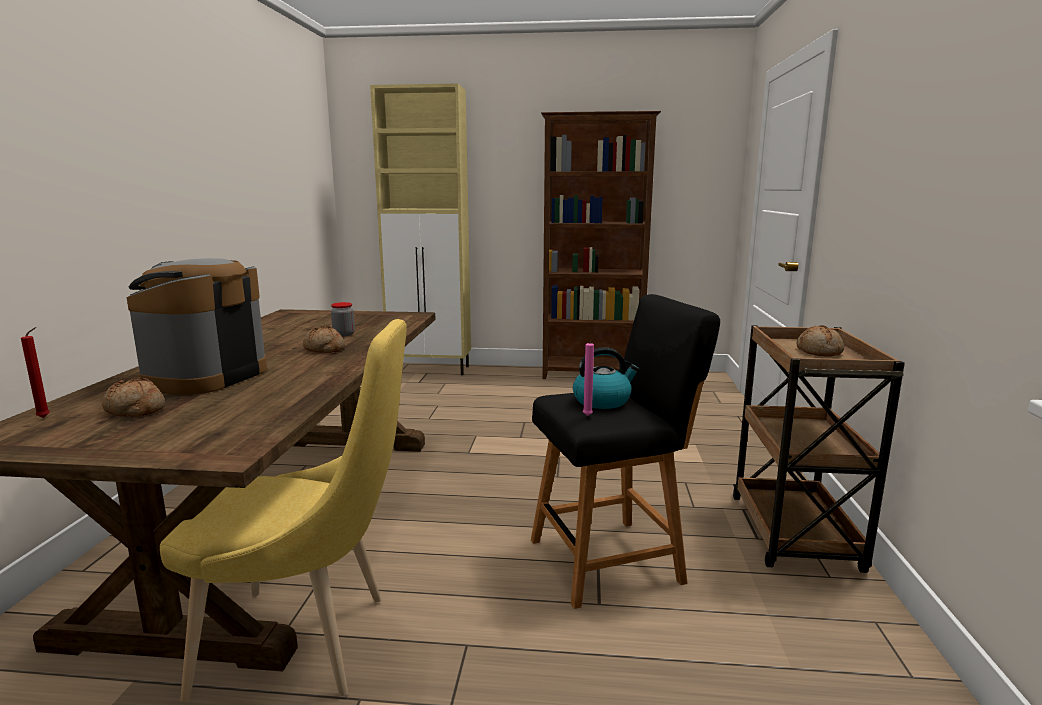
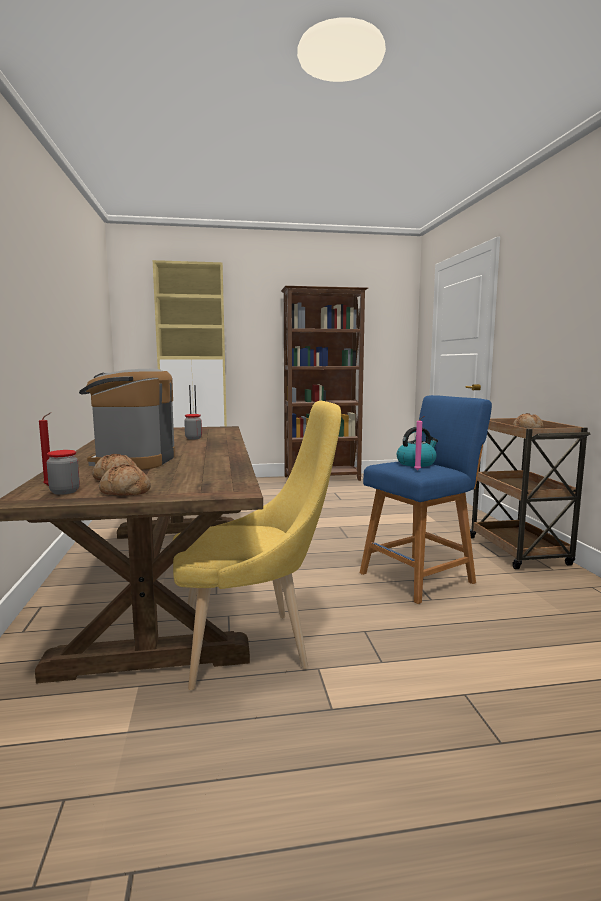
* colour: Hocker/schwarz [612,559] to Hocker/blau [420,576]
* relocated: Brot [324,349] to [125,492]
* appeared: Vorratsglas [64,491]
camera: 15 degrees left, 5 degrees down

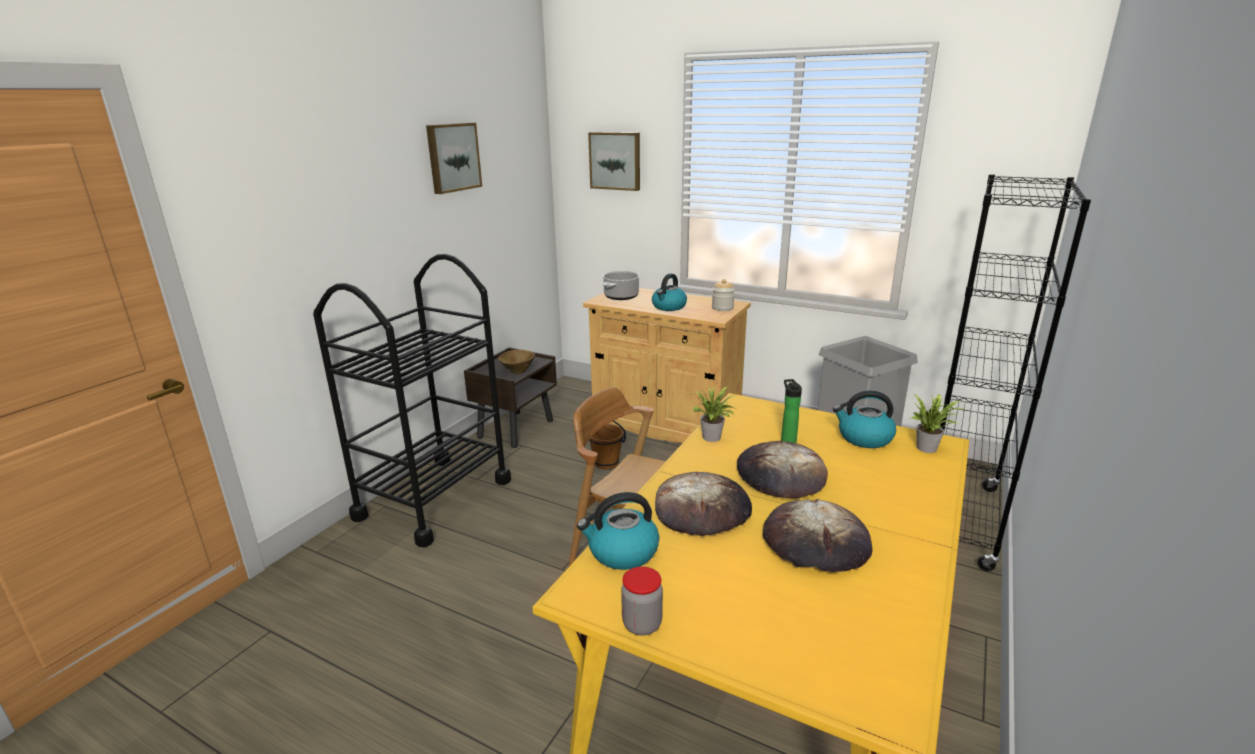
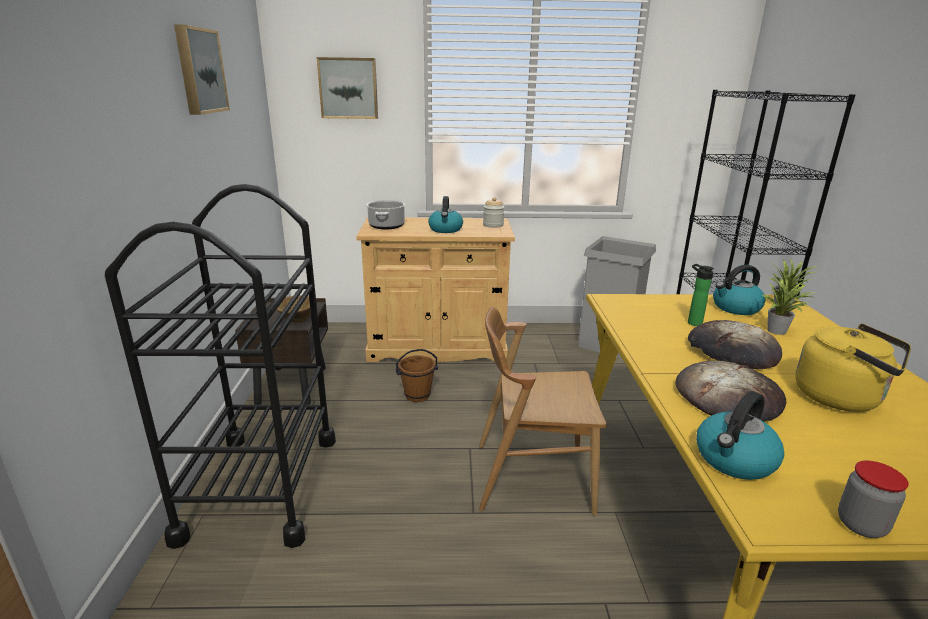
* relocated: Topfpflanze [712,438] to [779,331]
* exchanged: Brot [815,542] to Wasserkessel/gelb [842,398]
camera: 30 degrees left, 0 degrees up

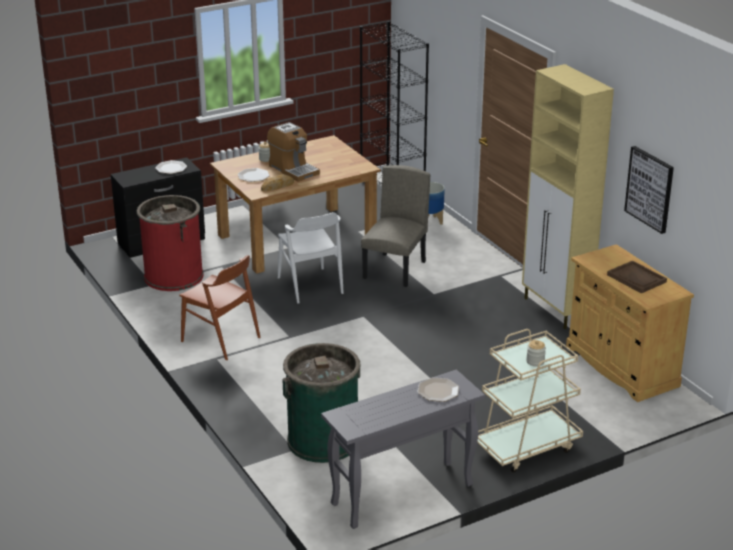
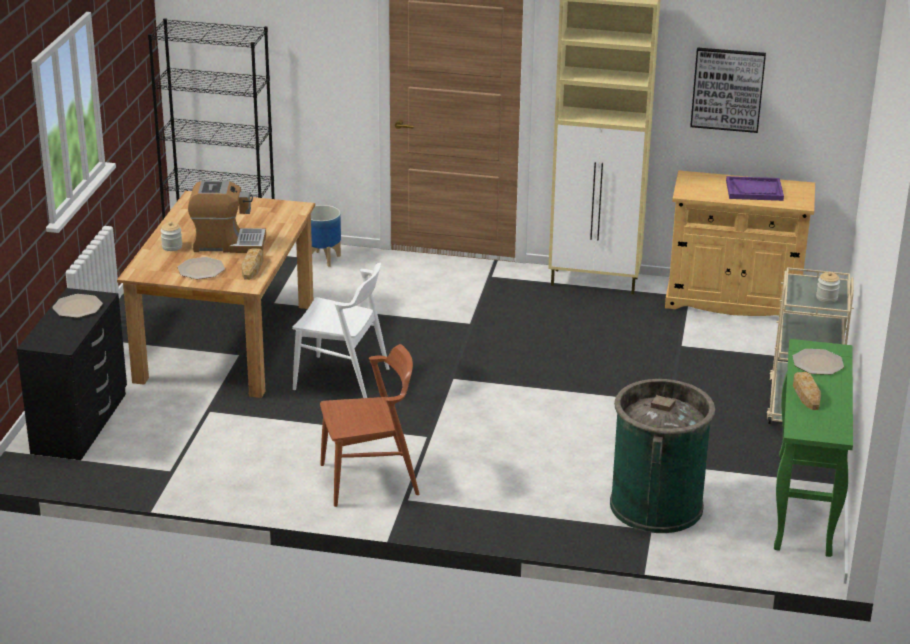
* missing: Stuhl/beige [395,270]
* missing: Mülleimer/rot [173,276]
* colour: Tablett/braun [636,278] to Tablett/lila [754,190]
* colour: Konsolentisch/grau [401,495] to Konsolentisch/grün [805,505]
* appeared: Brot [806,394]
camera: 50 degrees left, 0 degrees up

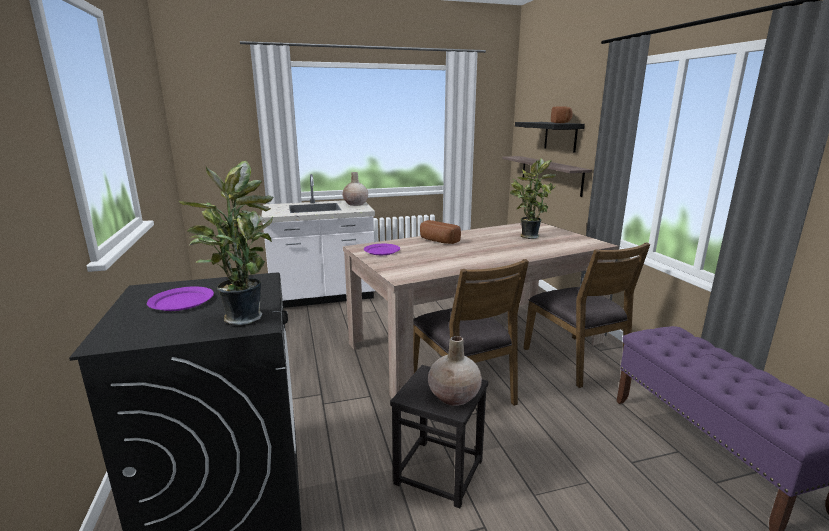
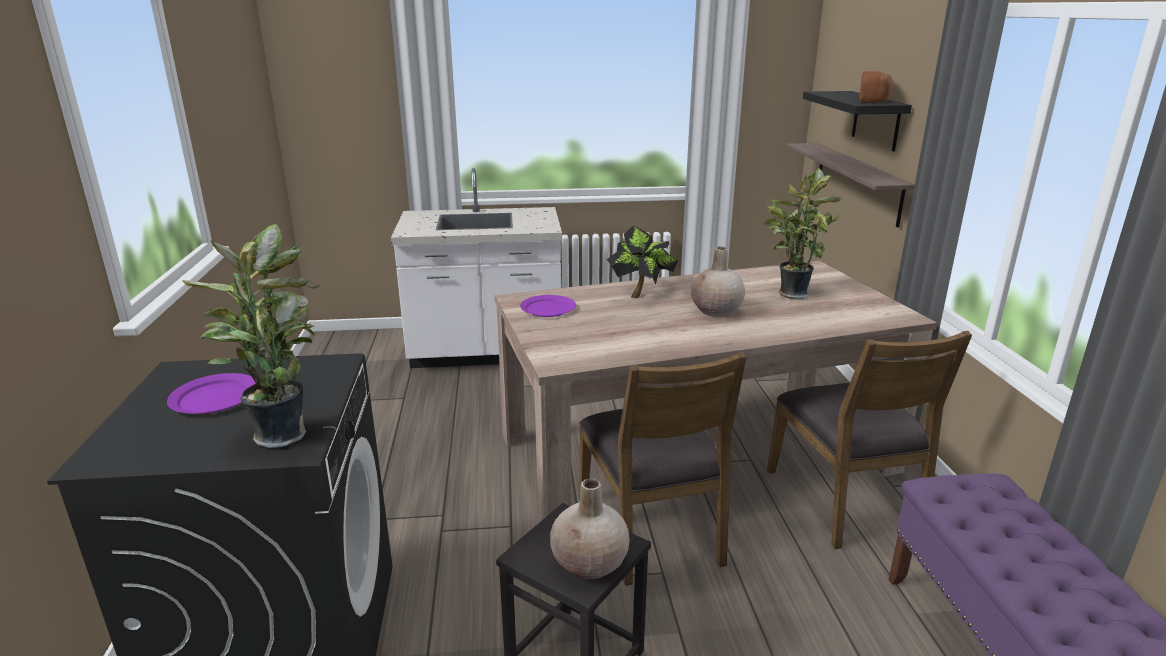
* relocated: Vase/beige [355,204] to [716,311]
* exchanged: Brot [437,241] to Topfpflanze [641,294]
camera: 10 degrees right, 5 degrees up

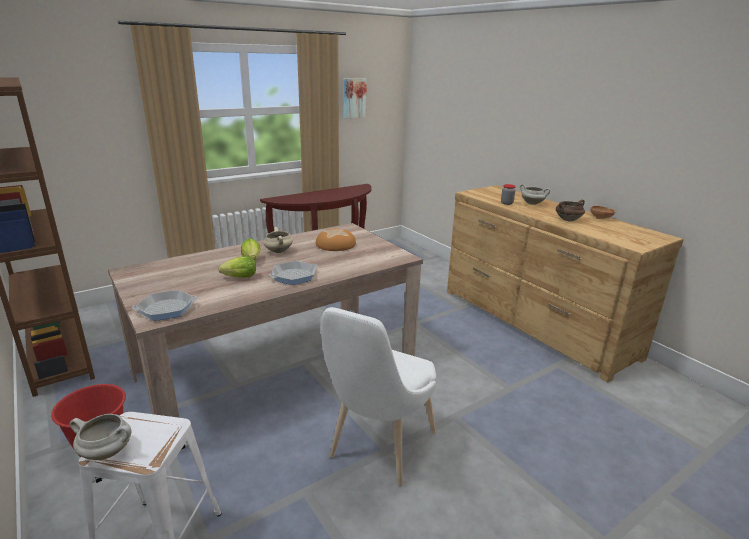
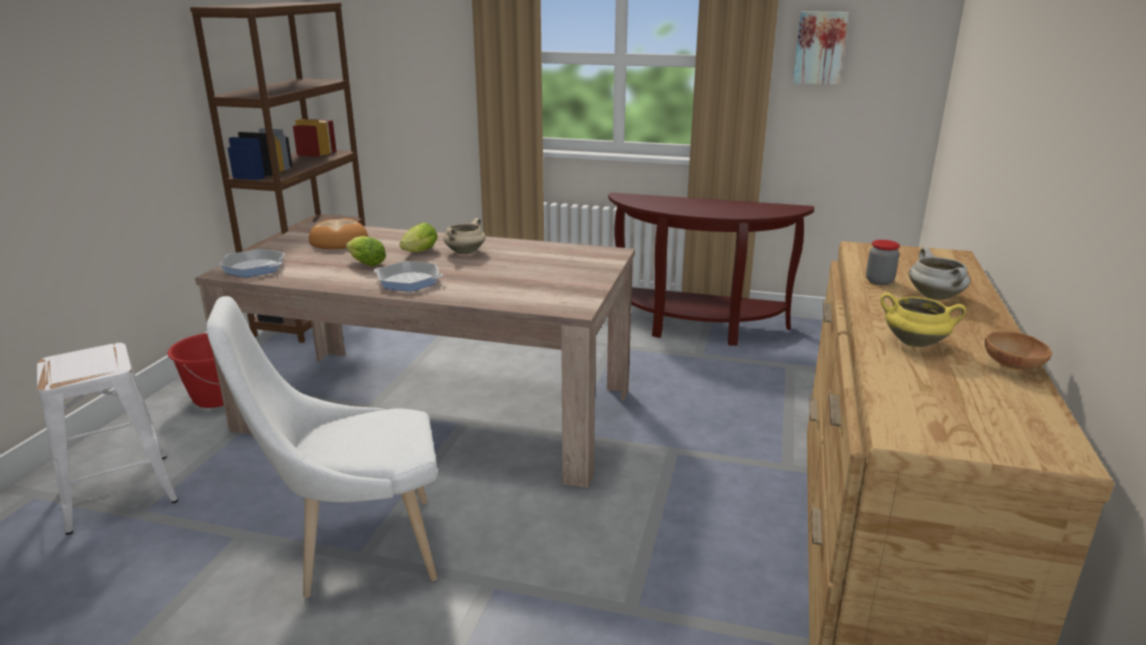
* colour: Kochtopf/braun [568,220] to Kochtopf/gelb [915,342]
* relocated: Brot [336,244] to [339,241]
* missing: Kochtopf/weiß [108,451]
camera: 50 degrees right, 0 degrees up

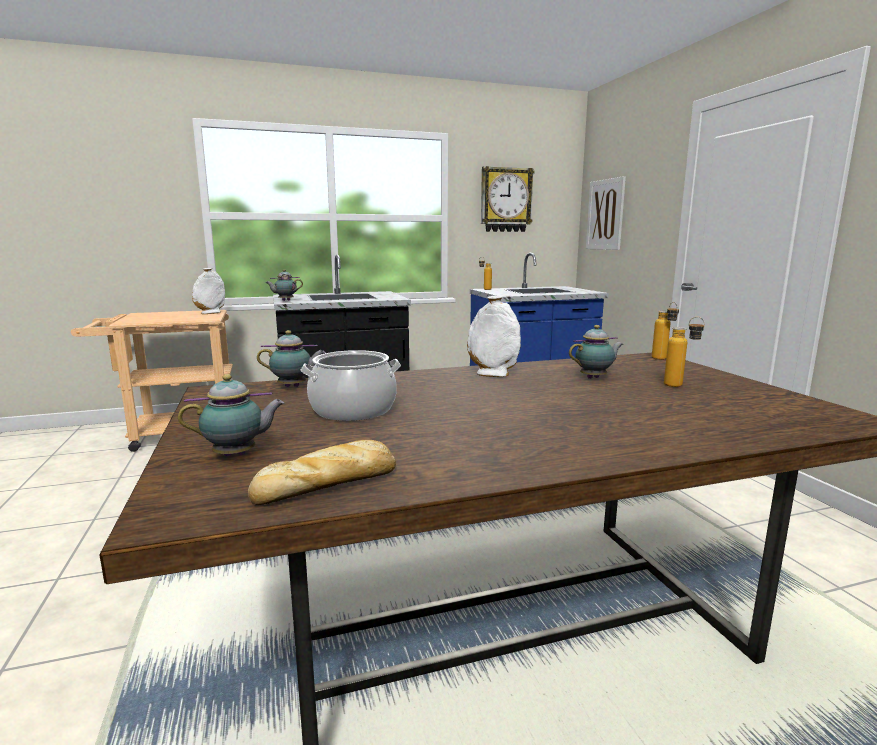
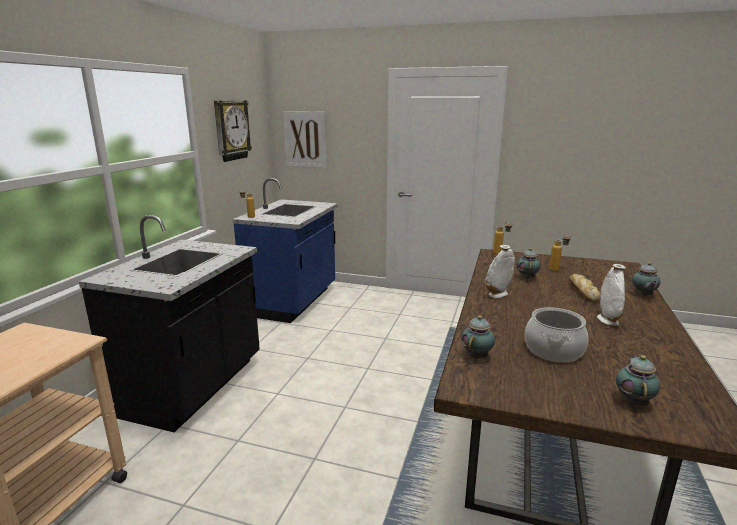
* relocated: Vase/weiß [211,313] to [607,321]
* relocated: Teekanne [285,300] to [643,295]
* relocated: Brot [329,483] to [582,291]
camera: 55 degrees left, 5 degrees up

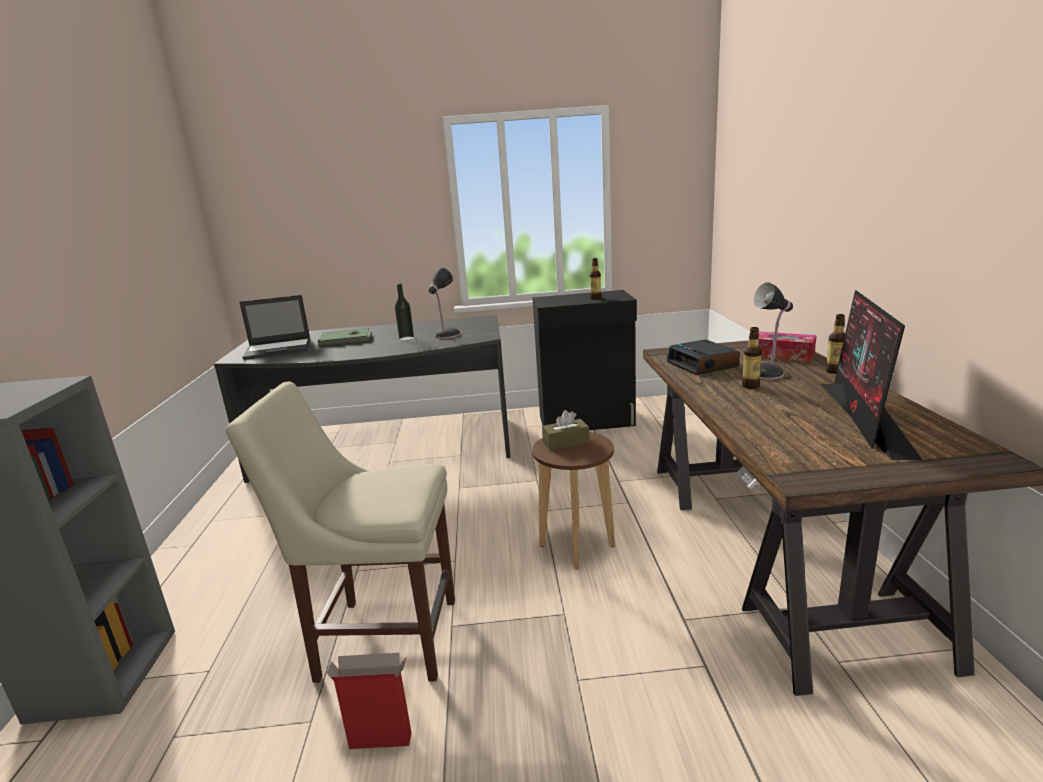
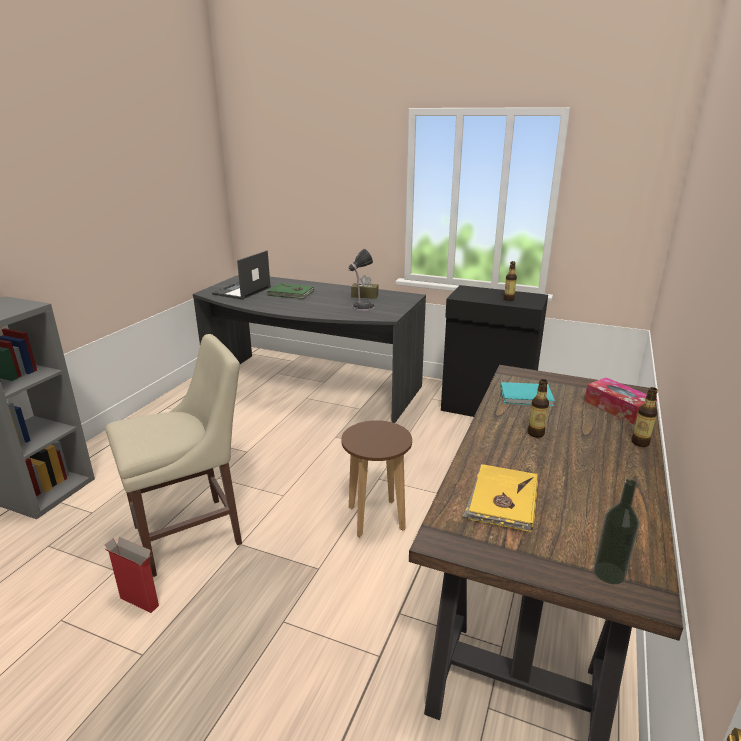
* missing: Tischlampe [767,373]
* relocated: Flasche [406,338] to [609,573]
* missing: Monitor [863,417]
* spun: Laptop [279,349] = [242,291] 105 degrees clockwise
* exchanged: Wecker [703,364] to Buch/türkis [527,397]
* spun: Stuhl/beige [381,637] = [193,533] 120 degrees clockwise
* relocated: Taschentuchbox/braun [566,443] to [364,296]
* appeared: Buch/gelb [502,500]
camera: 25 degrees right, 5 degrees up

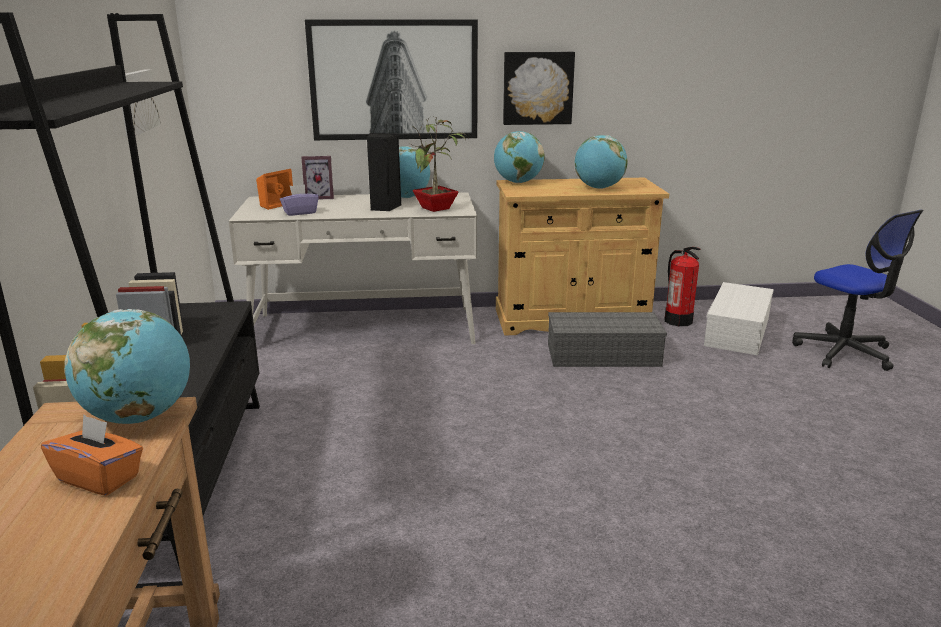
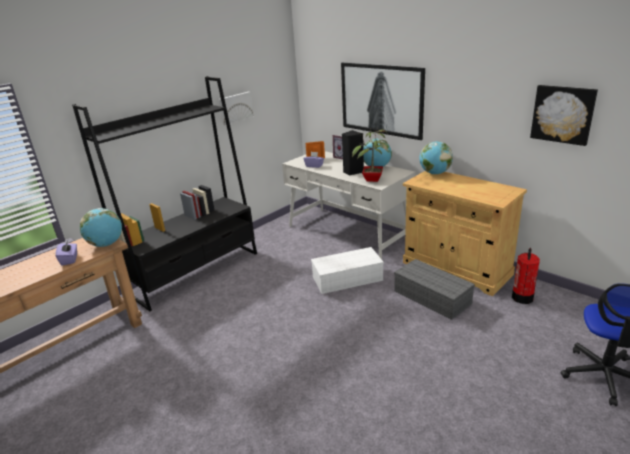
* relocated: Bild [537,88] to [563,114]
* missing: Globus [599,188]
* relocated: Aufbewahrungsbox/weiß [738,332] to [346,279]
* colour: Taschentuchbox/orange [99,478] to Taschentuchbox/lila [70,259]
camera: 50 degrees right, 5 degrees up

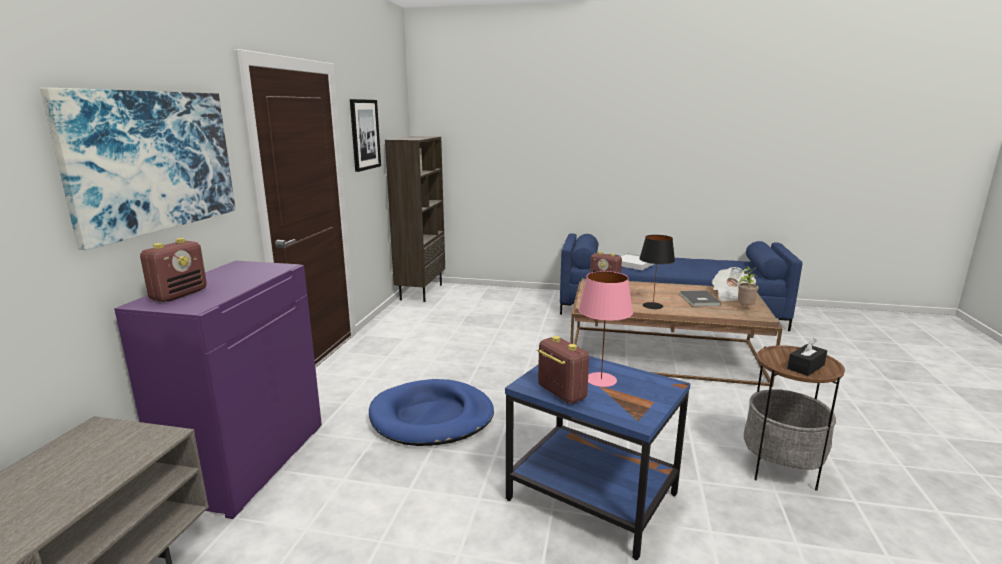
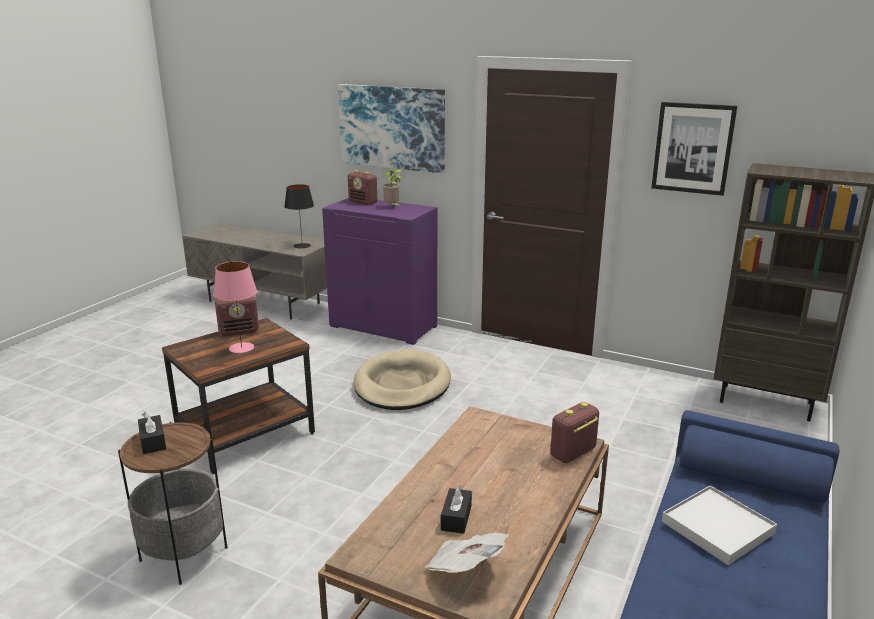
* relocated: Tischlampe/schwarz [653,305] to [302,246]
* relocated: Topfpflanze [745,308] to [392,207]
* exchanged: Buch/grau [698,300] to Taschentuchbox/schwarz [456,518]
* colour: Beistelltisch/blau [590,498] to Beistelltisch/braun [245,435]
* colour: Hundebett/blau [432,417] to Hundebett/beige [402,385]
camera: 105 degrees right, 5 degrees up

